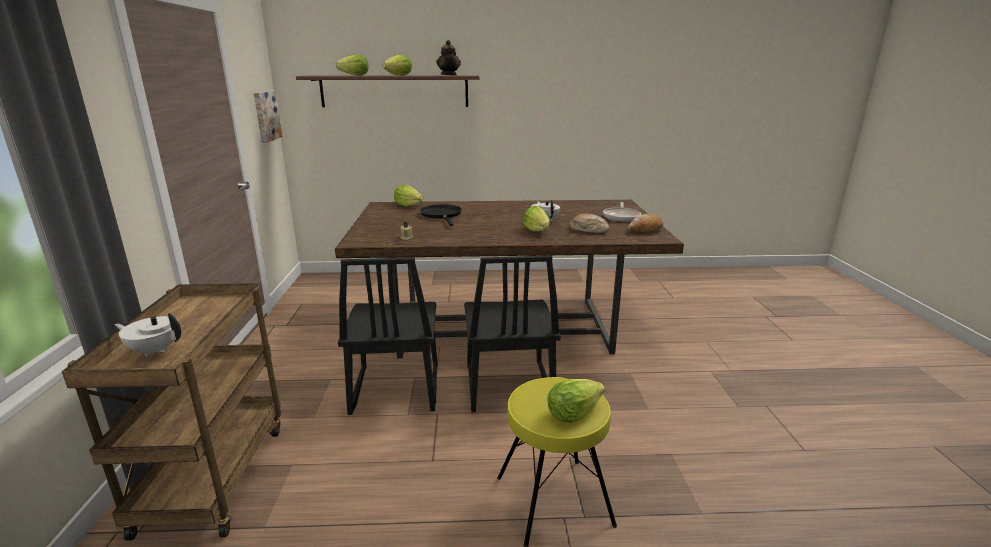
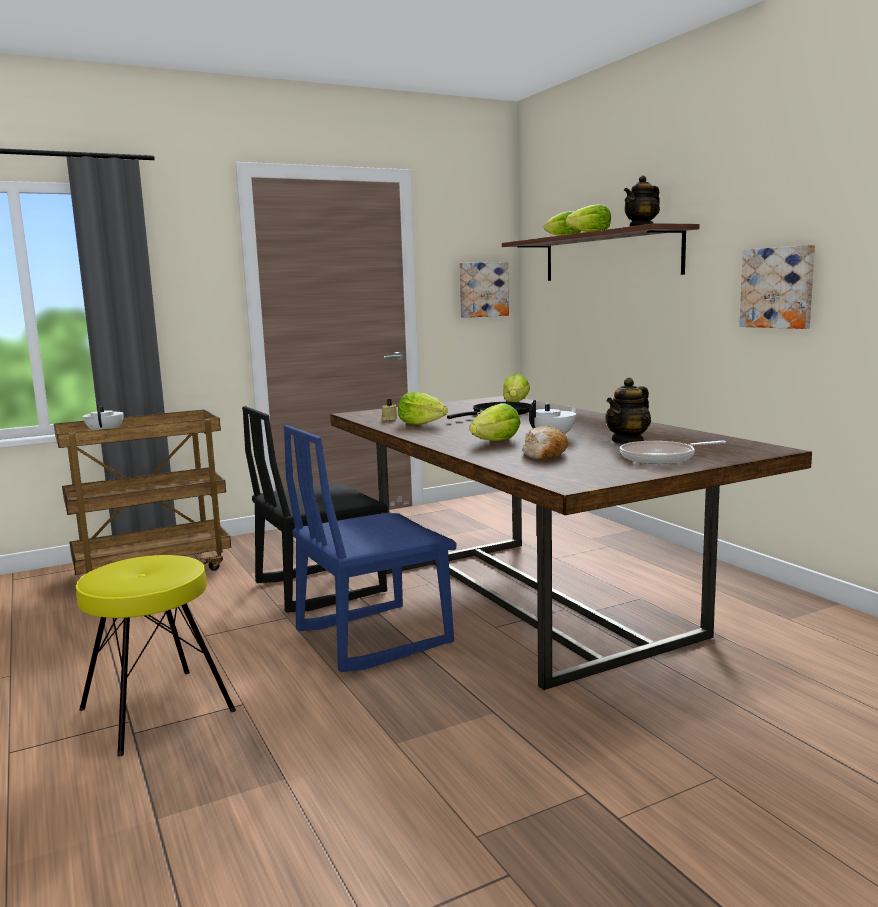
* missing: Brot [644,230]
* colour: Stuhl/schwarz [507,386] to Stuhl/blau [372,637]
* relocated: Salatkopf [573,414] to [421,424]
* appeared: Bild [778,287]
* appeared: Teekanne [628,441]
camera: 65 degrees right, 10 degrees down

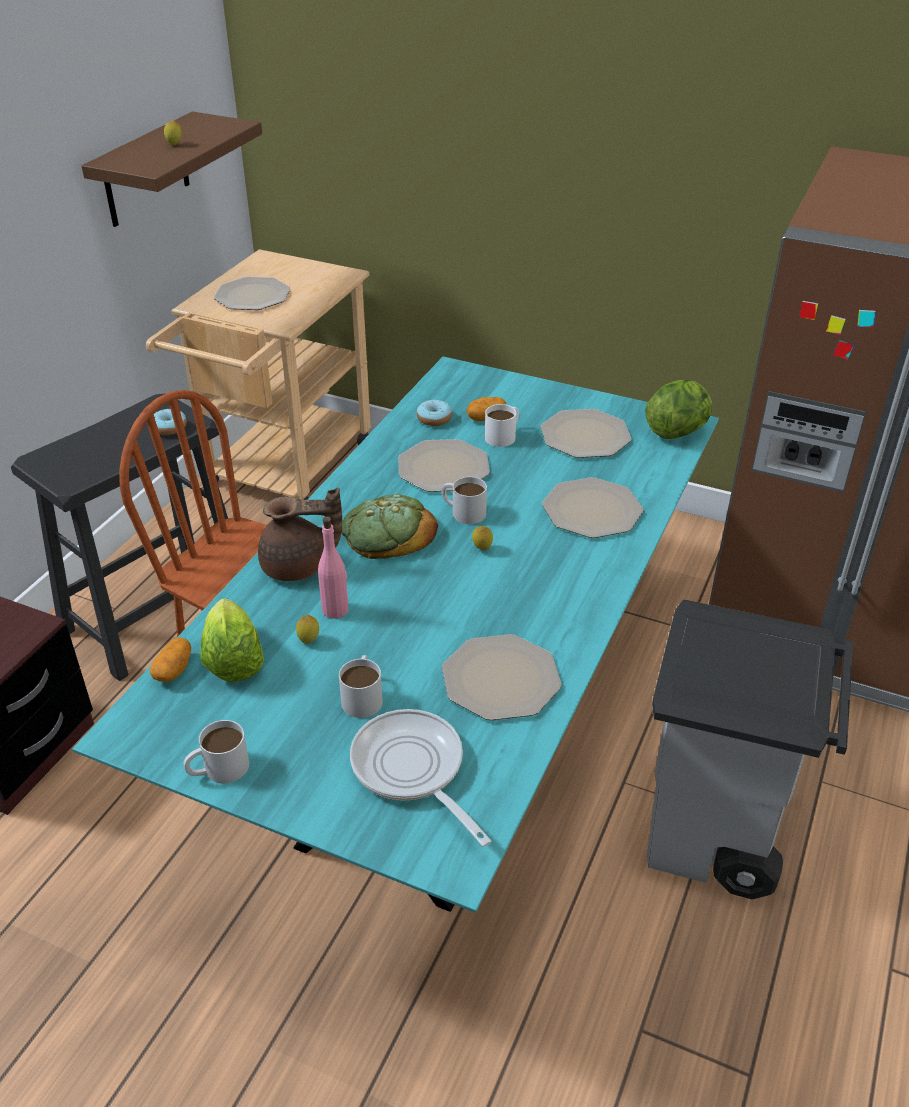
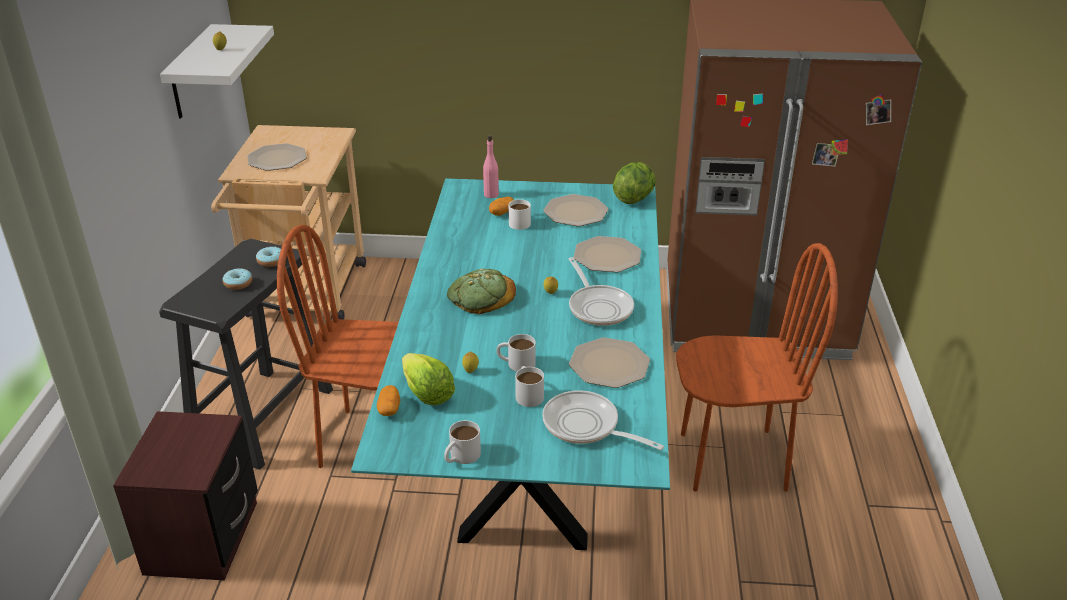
* colour: Wandregal/braun [146,171] to Wandregal/weiß [191,73]
* relocated: Donut [434,419] to [238,284]
* missing: Teller [444,467]
* relocated: Henkelbecher/weiß [463,511] to [516,363]
* missing: Teekanne/braun [299,567]
* relocated: Flasche/rosa [335,609] to [491,194]
* exchanged: Mülleimer/grau [715,836] to Stuhl/braun [732,460]
* appeared: Pfanne [598,307]
camera: 20 degrees left, 5 degrees down

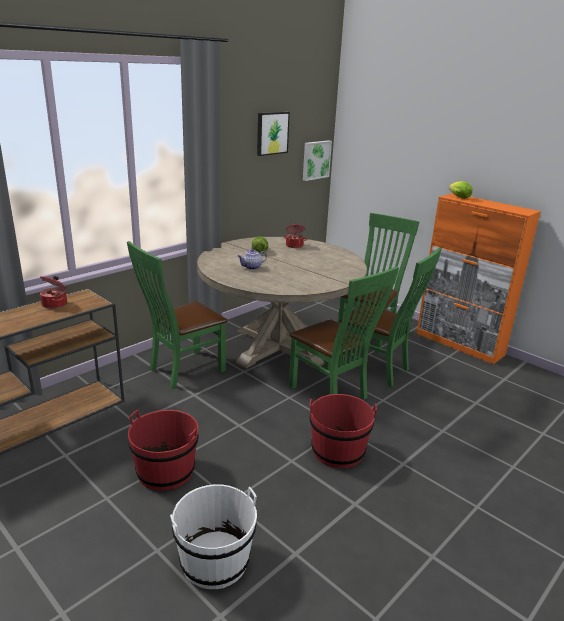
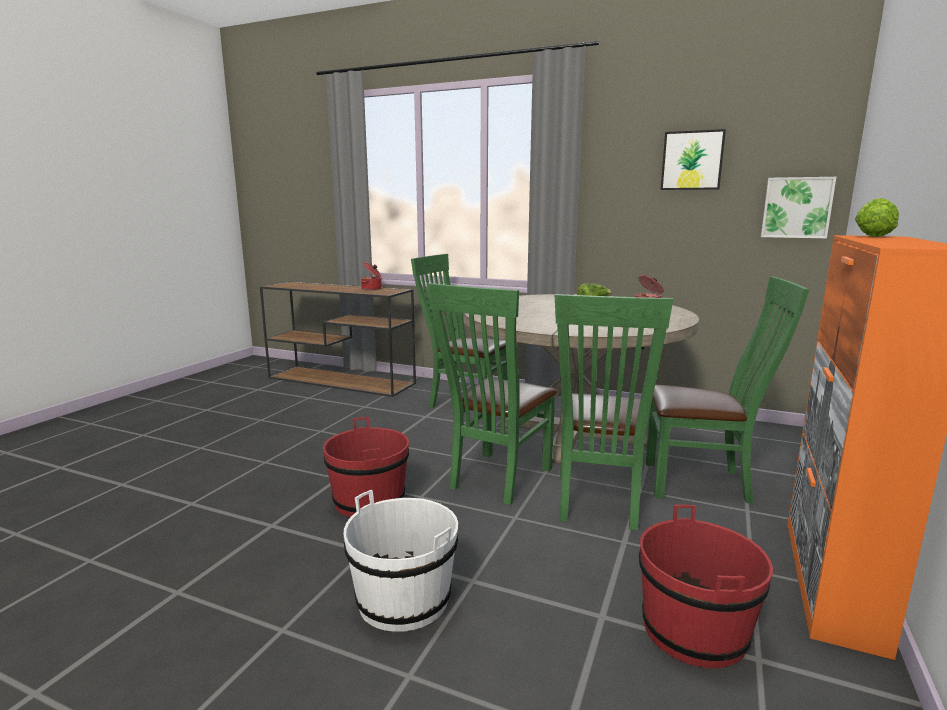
* missing: Teekanne [251,267]
* relocated: Eimer/rot [165,471] to [694,631]
* relocated: Eimer/weiß [214,560] to [404,599]
camera: 70 degrees right, 10 degrees down

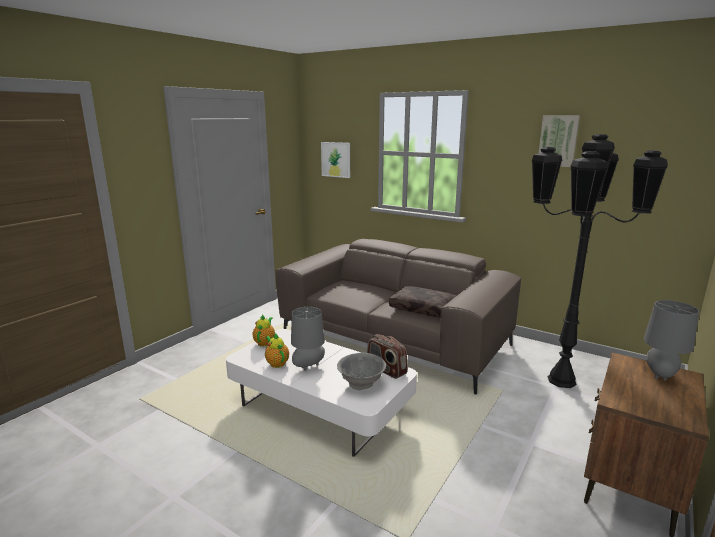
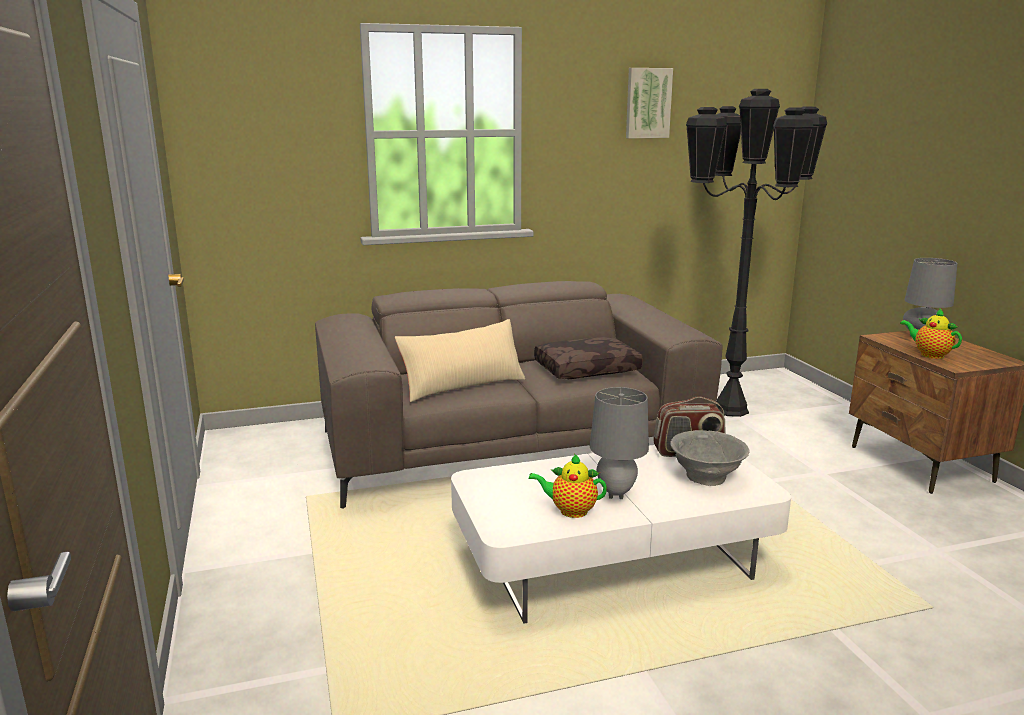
* missing: Bild [336,159]
* relocated: Teekanne [265,342] to [929,354]
* appeared: Kissen/beige [462,386]
camera: 50 degrees left, 0 degrees up

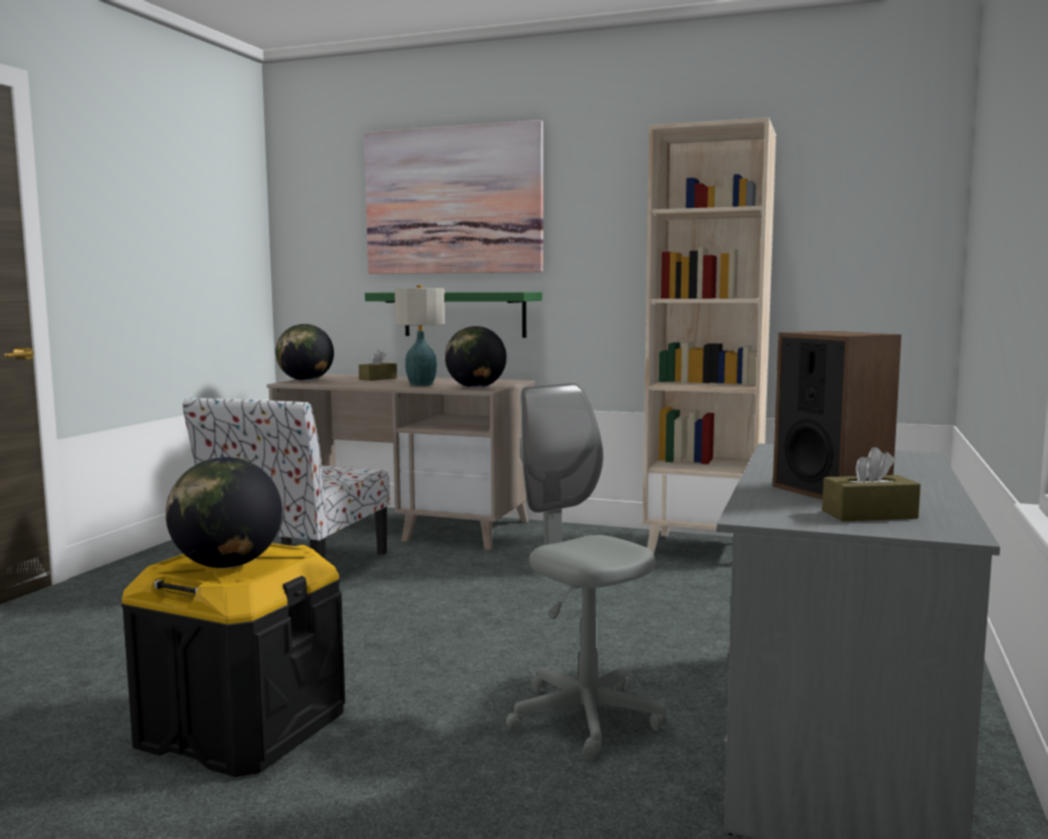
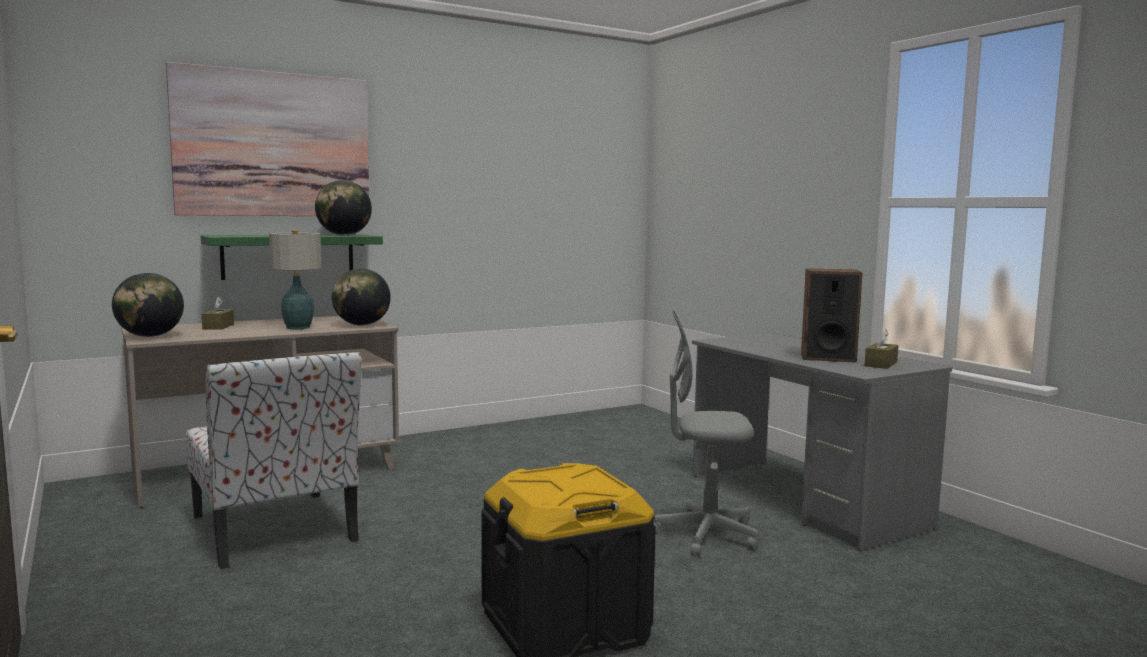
* missing: Bücherregal/beige [704,548]
* relocated: Globus [227,565] to [344,235]
camera: 50 degrees left, 0 degrees up

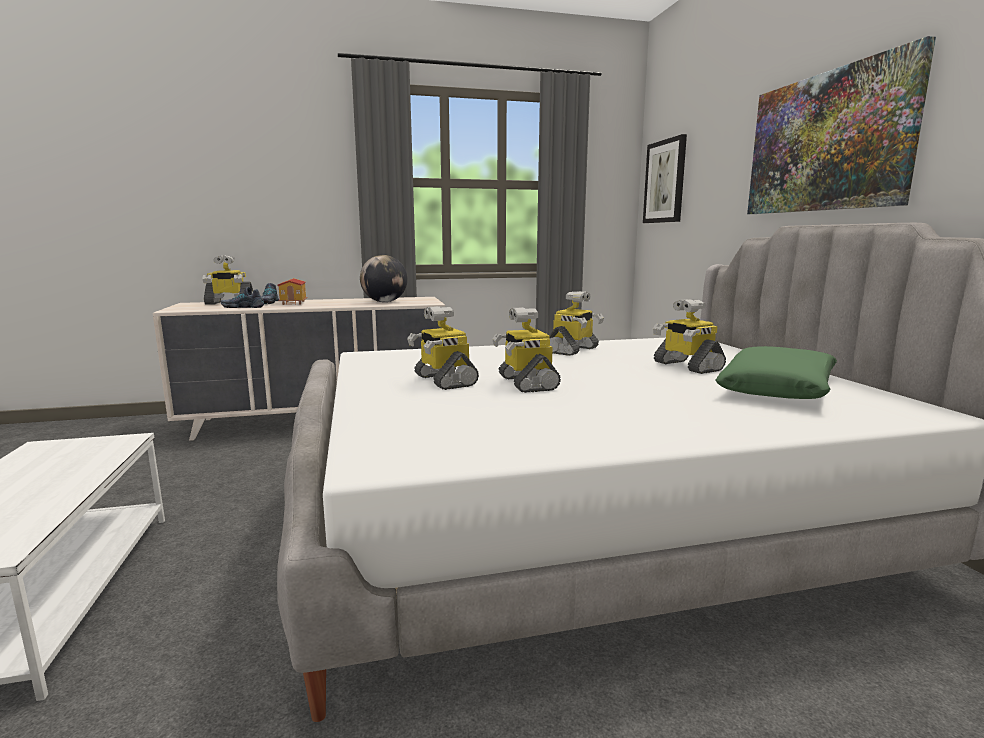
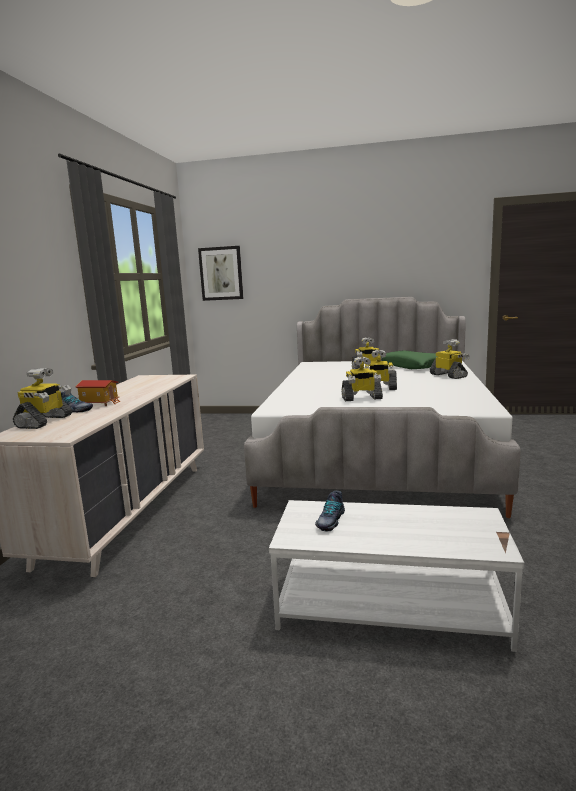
* missing: Bild [826,142]
* missing: Globus [384,302]
* relocated: Schuh [243,307] to [330,520]
* relocated: Spielzeugroboter [573,350] to [449,375]
camera: 65 degrees left, 0 degrees up

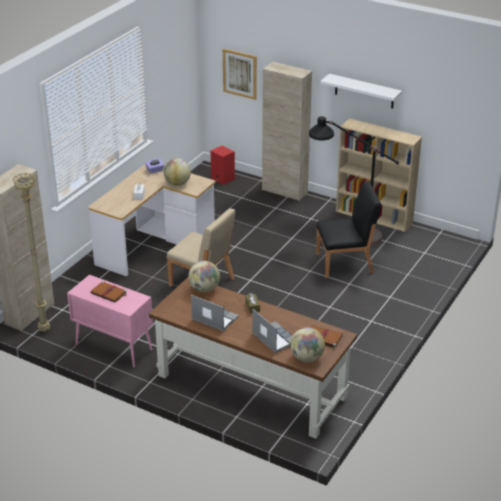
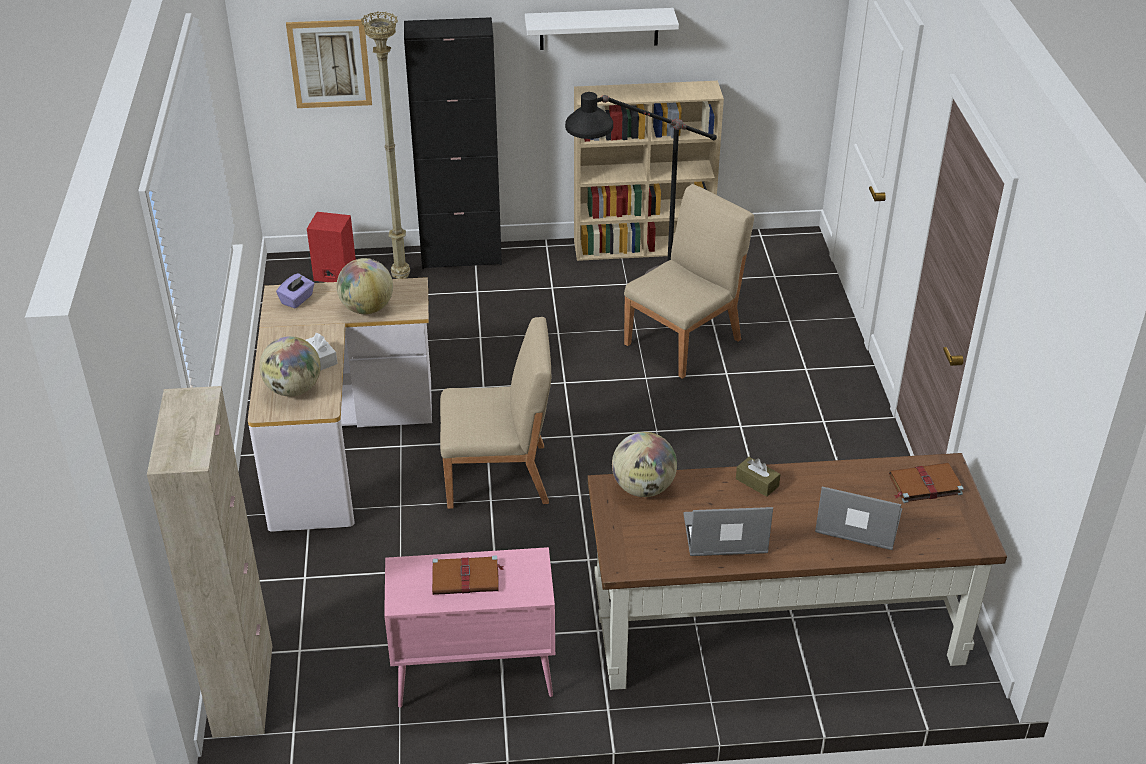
* colour: Schrank/beige [284,191] to Schrank/schwarz [461,257]
* relocated: Stehlampe/beige [45,330] to [402,277]
* colour: Stuhl/schwarz [345,263] to Stuhl/beige [684,341]
* relocated: Globus [307,358] to [293,389]
camera: 35 degrees left, 5 degrees up

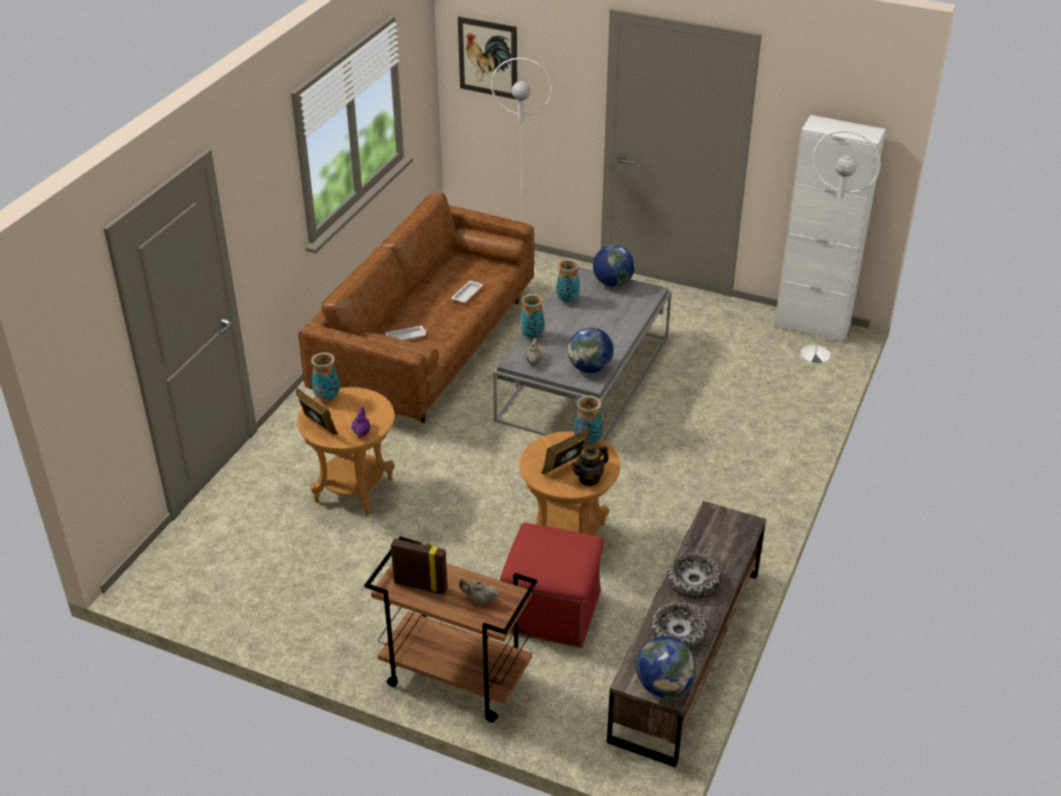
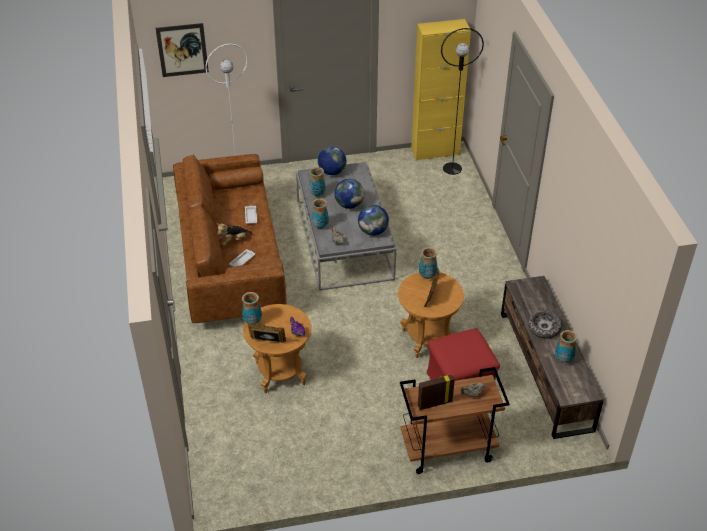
* colour: Schrank/weiß [812,326] to Schrank/gelb [435,152]
* colour: Stehlampe/weiß [814,354] to Stehlampe/schwarz [452,168]
* missing: Teekanne [589,479]
* exchanged: Schüssel [678,633] to Vase [563,359]
* relocated: Globus [664,686] to [349,205]
* appeared: Plüschtier [234,240]
camera: 35 degrees left, 5 degrees up

